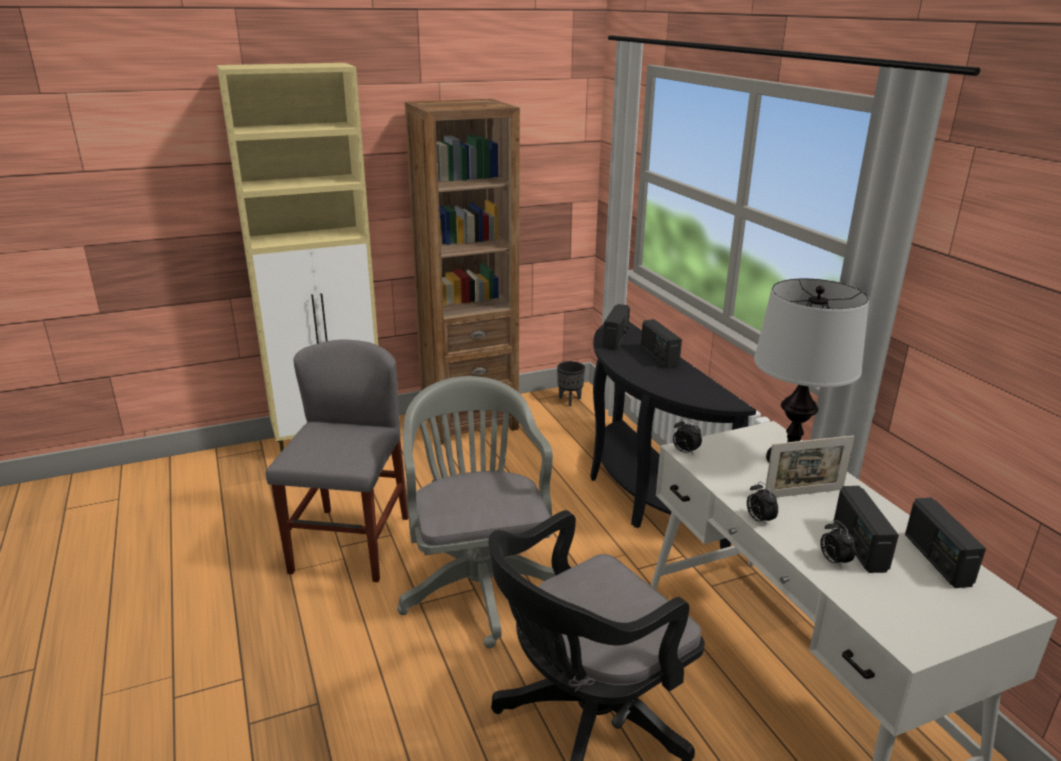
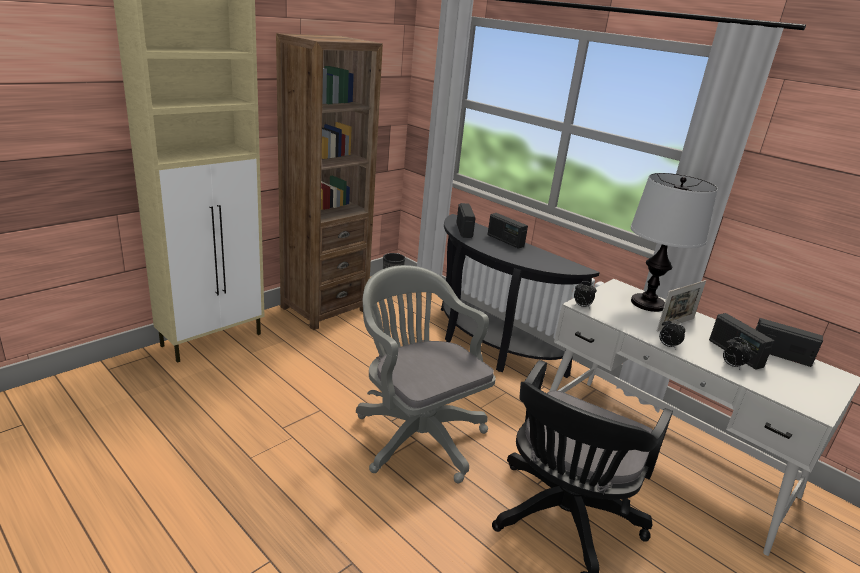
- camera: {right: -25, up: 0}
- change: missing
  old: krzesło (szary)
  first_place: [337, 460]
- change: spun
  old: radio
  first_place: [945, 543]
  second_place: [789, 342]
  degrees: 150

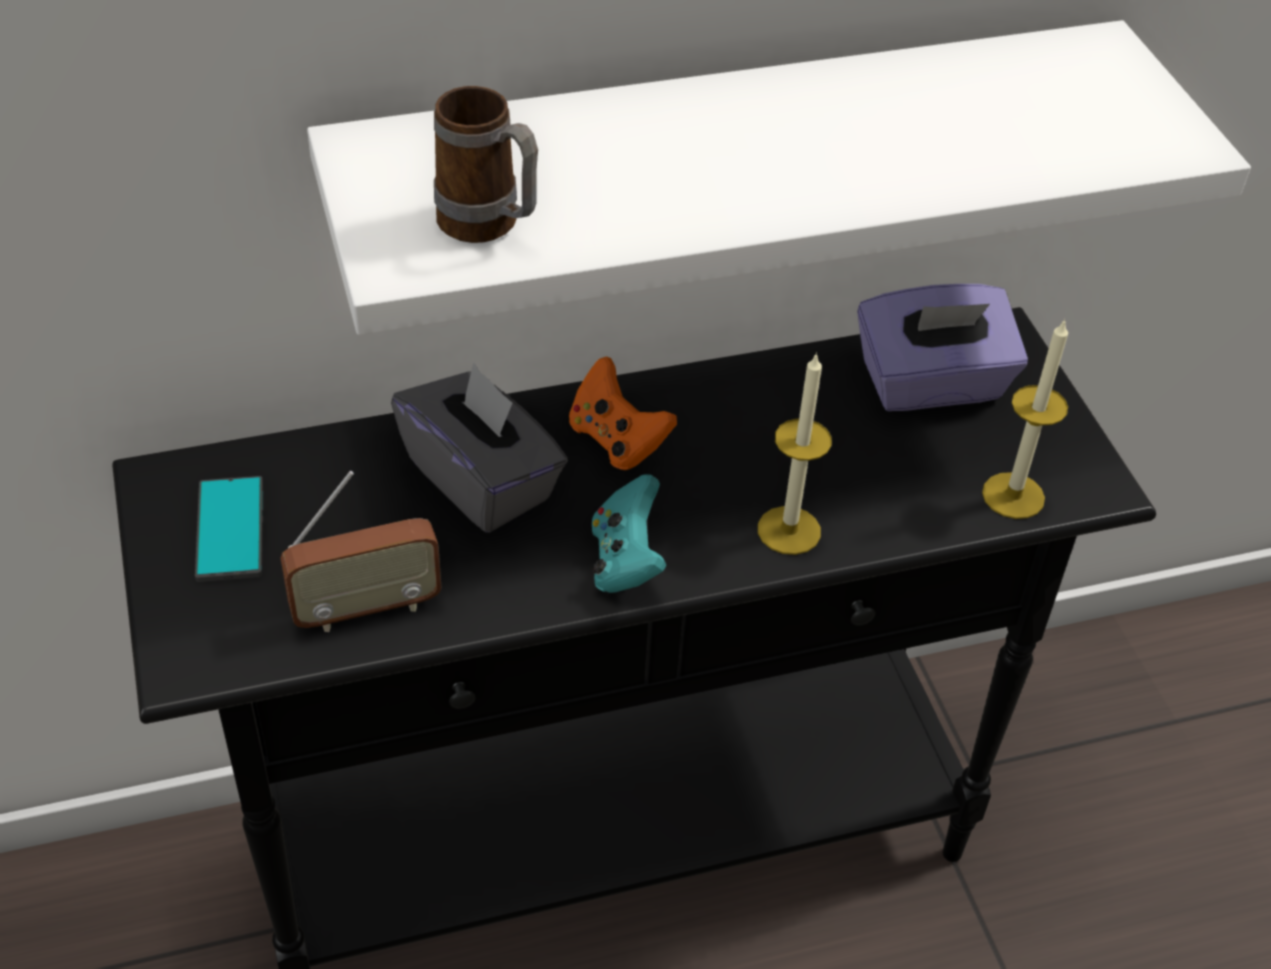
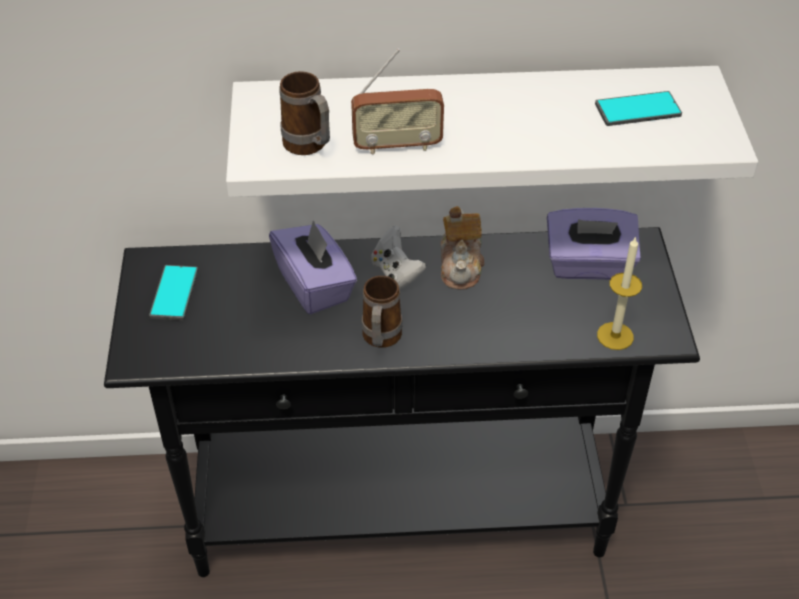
- camera: {right: 15, up: 0}
- change: relocated
  old: radio
  first_place: [361, 551]
  second_place: [397, 102]
- change: colour
  old: pudełko chusteczek (szary)
  new: pudełko chusteczek (fioletowy)
  first_place: [479, 447]
  second_place: [313, 267]
- change: colour
  old: pad do gier (pomarańczowy)
  new: pad do gier (biały)
  first_place: [623, 413]
  second_place: [398, 258]
- change: exchanged
  old: pad do gier (turkusowy)
  new: kubek
  first_place: [629, 533]
  second_place: [382, 312]
- change: missing
  old: świeca
  first_place: [795, 453]
- change: appeared
  new: imbryk
  second_place: [462, 248]
- change: appeared
  new: telefon
  second_place: [638, 108]

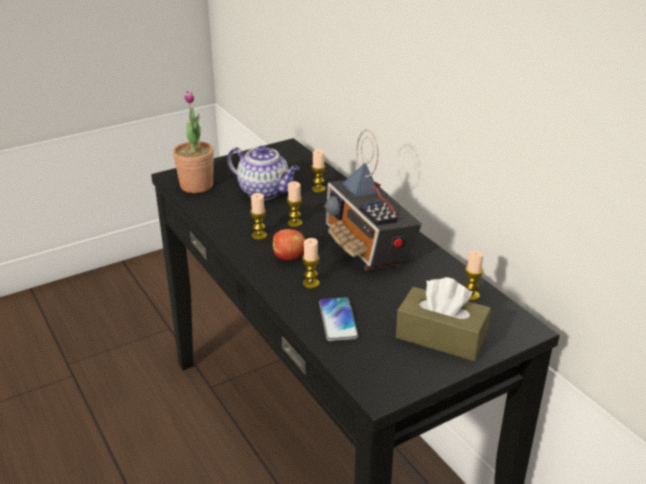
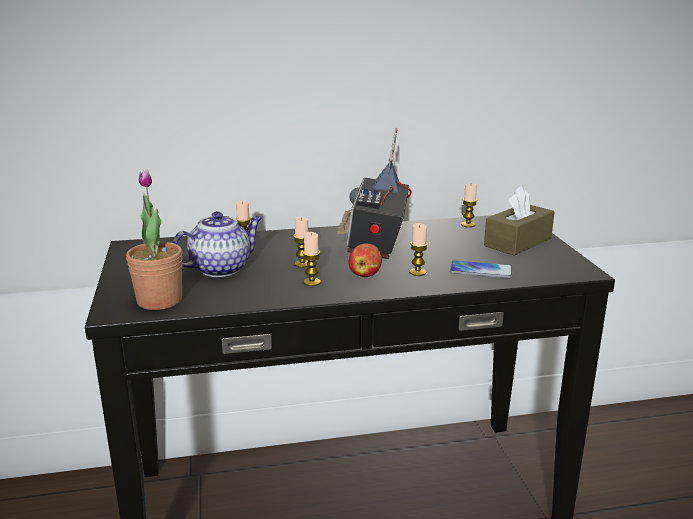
- camera: {right: -70, up: -10}
- change: spun
  old: radio
  first_place: [373, 200]
  second_place: [374, 193]
  degrees: 105

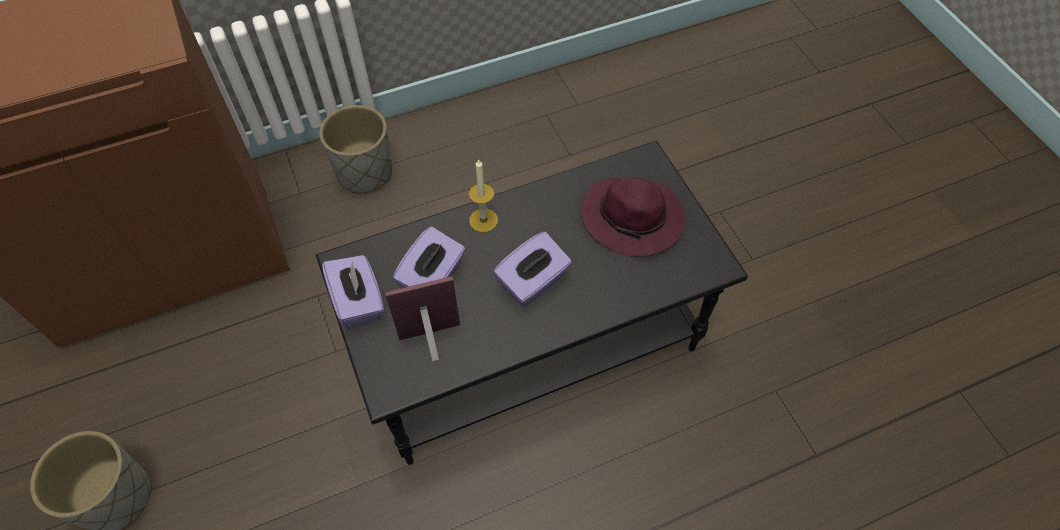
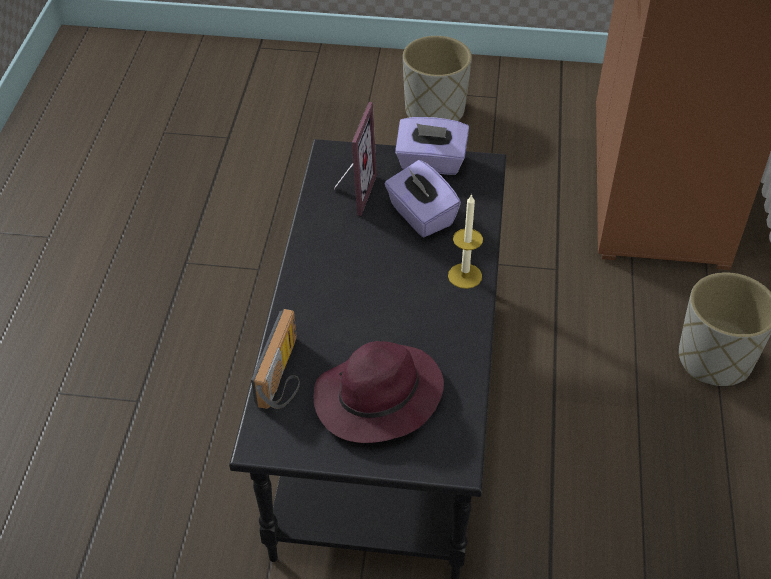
- camera: {right: 120, up: -10}
- change: missing
  old: pudełko chusteczek (fioletowy)
  first_place: [532, 269]
- change: appeared
  new: radio
  second_place: [275, 359]

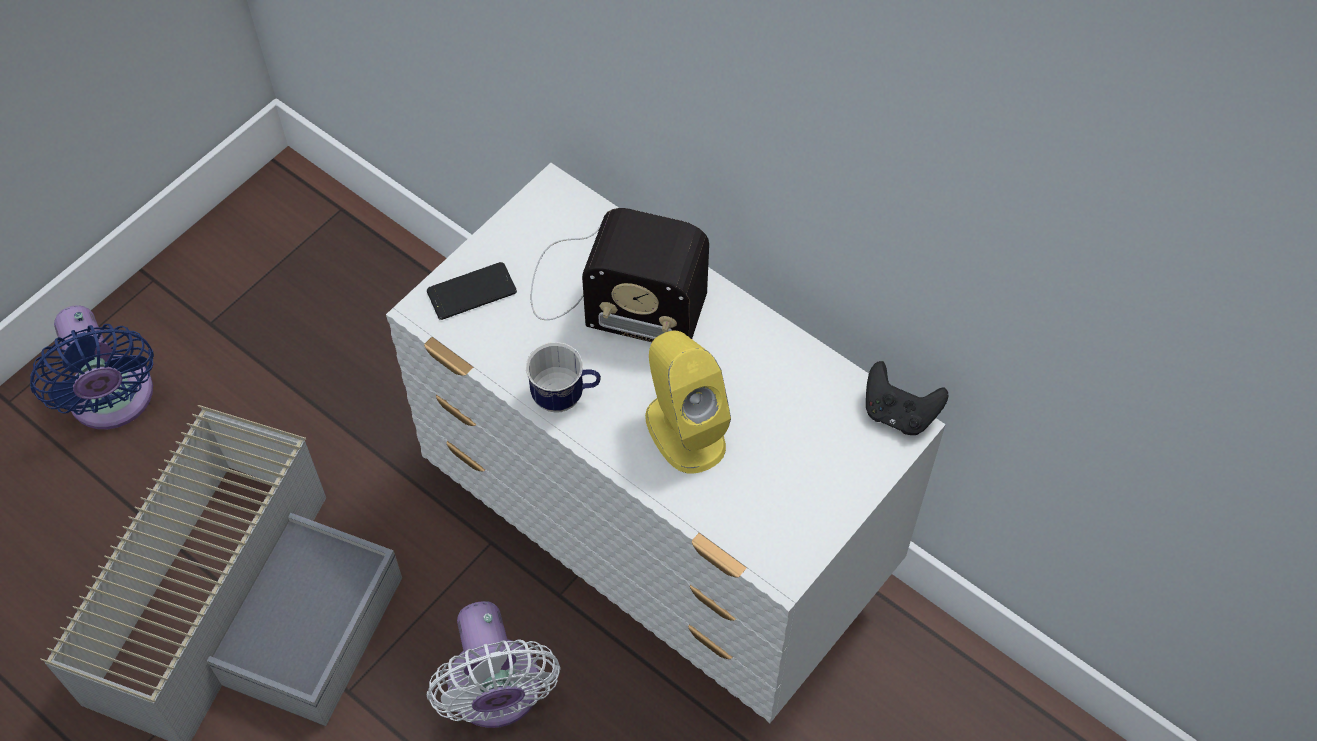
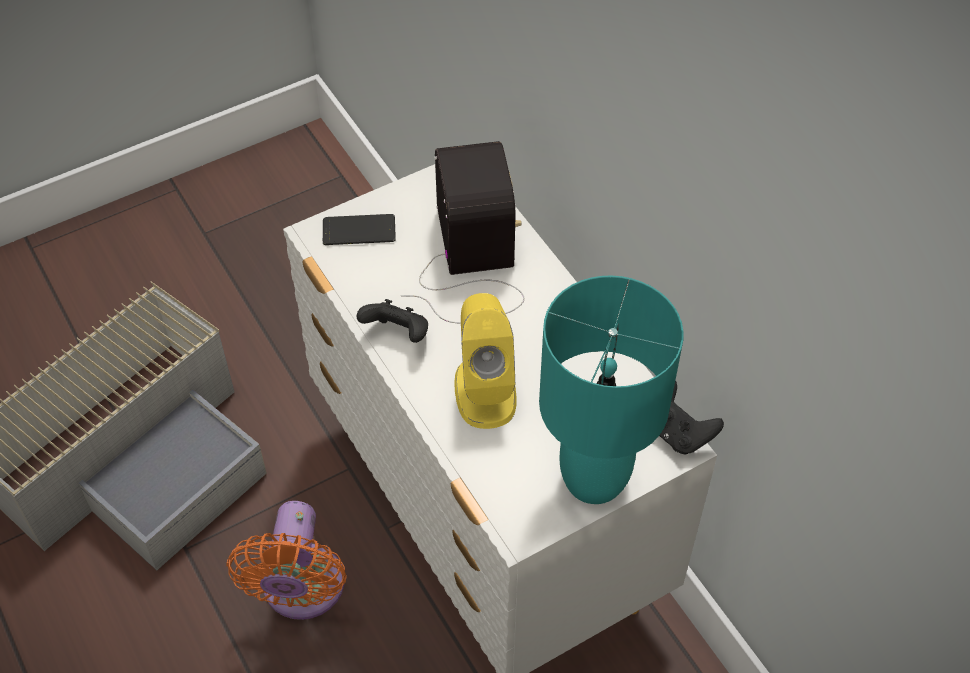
- camera: {right: 20, up: -5}
- change: missing
  old: wentylator (niebieski)
  first_place: [92, 367]
- change: colour
  old: wentylator (biały)
  new: wentylator (pomarańczowy)
  first_place: [493, 664]
  second_place: [287, 560]
- change: exchanged
  old: kubek
  new: pad do gier (czarny)
  first_place: [563, 377]
  second_place: [392, 321]
- change: spun
  old: radio
  first_place: [620, 275]
  second_place: [463, 232]
  degrees: -135
- change: appeared
  new: lampa stołowa (turkusowy)
  second_place: [611, 390]

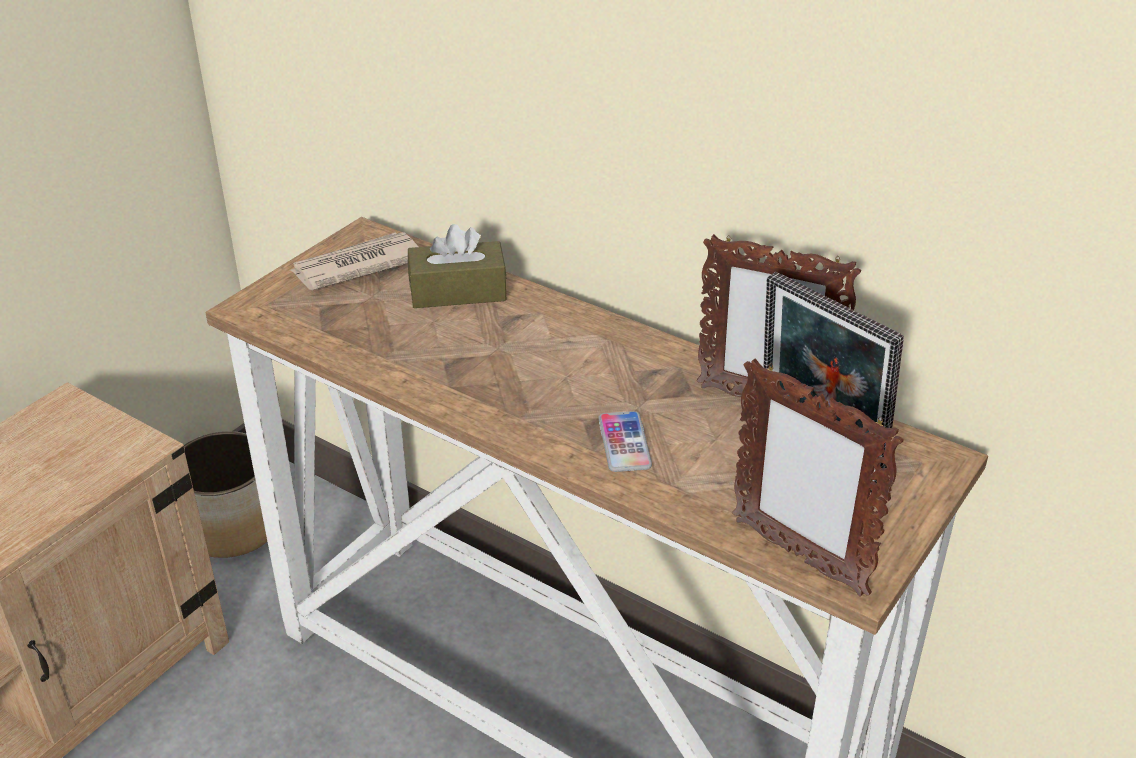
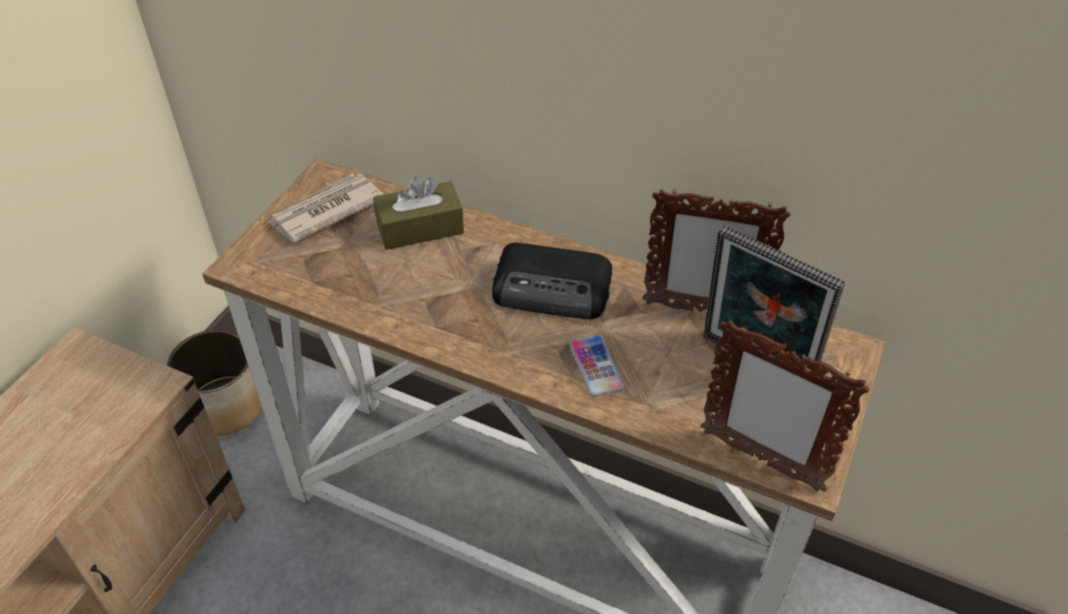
- camera: {right: -10, up: 10}
- change: appeared
  new: radio
  second_place: [552, 281]

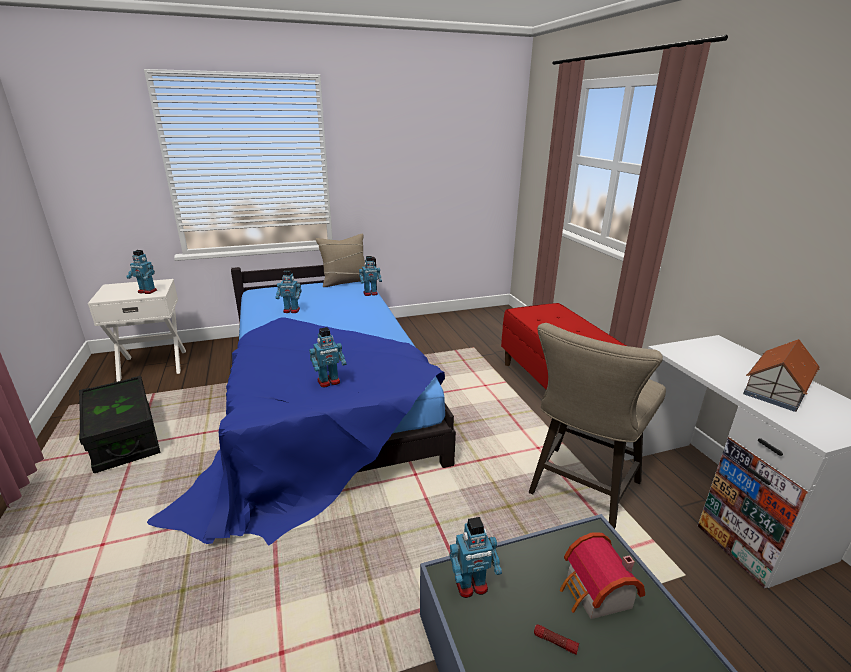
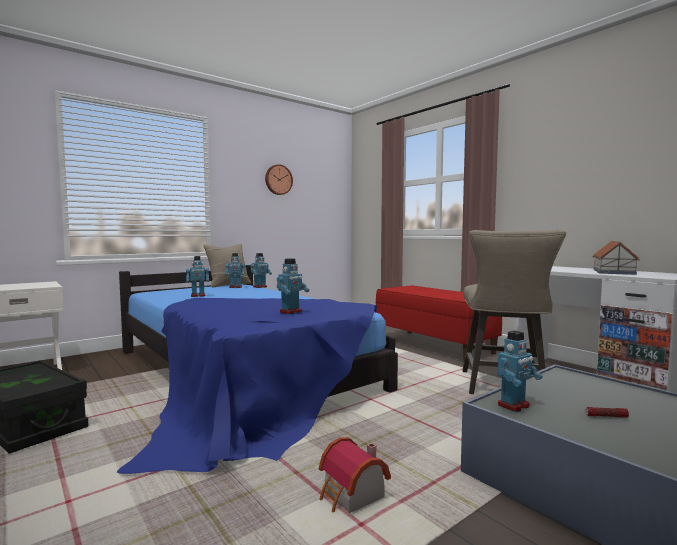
- camera: {right: -20, up: -20}
- change: relocated
  old: robot zabawkowy
  first_place: [141, 272]
  second_place: [235, 270]
- change: relocated
  old: domek
  first_place: [602, 576]
  second_place: [355, 475]
- change: appeared
  new: zegar ścienny
  second_place: [279, 179]

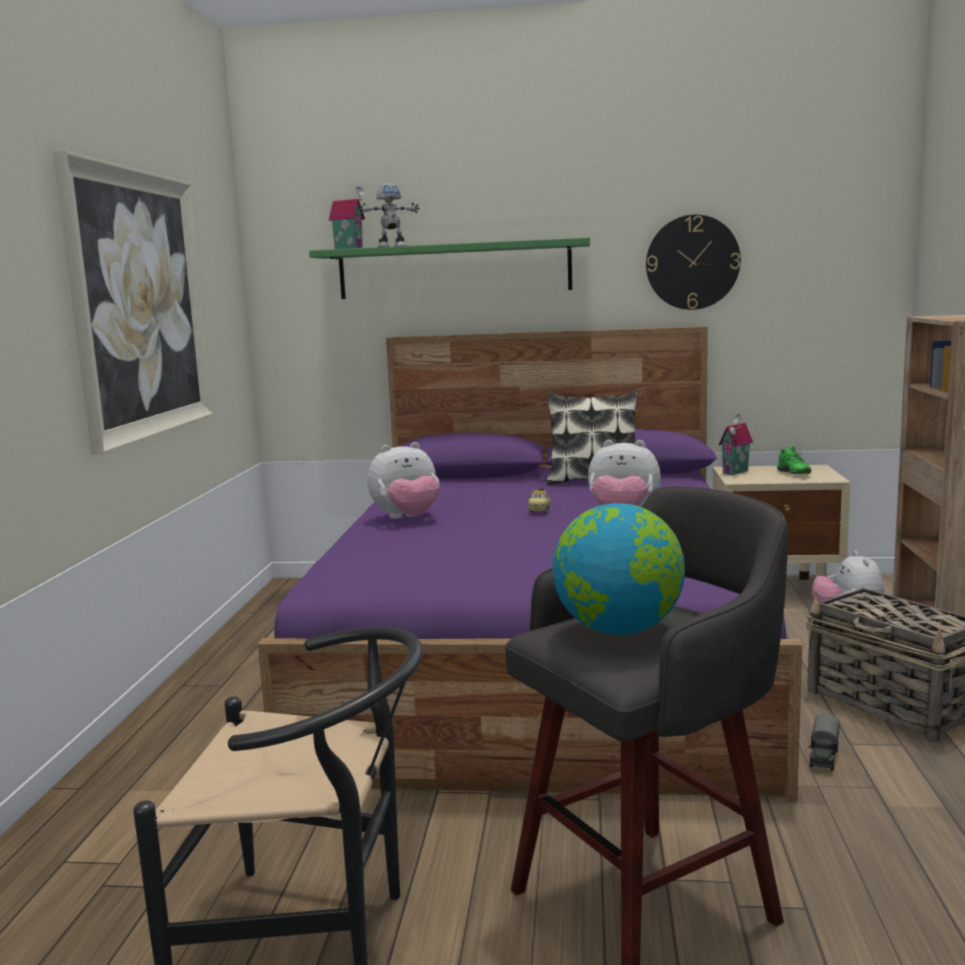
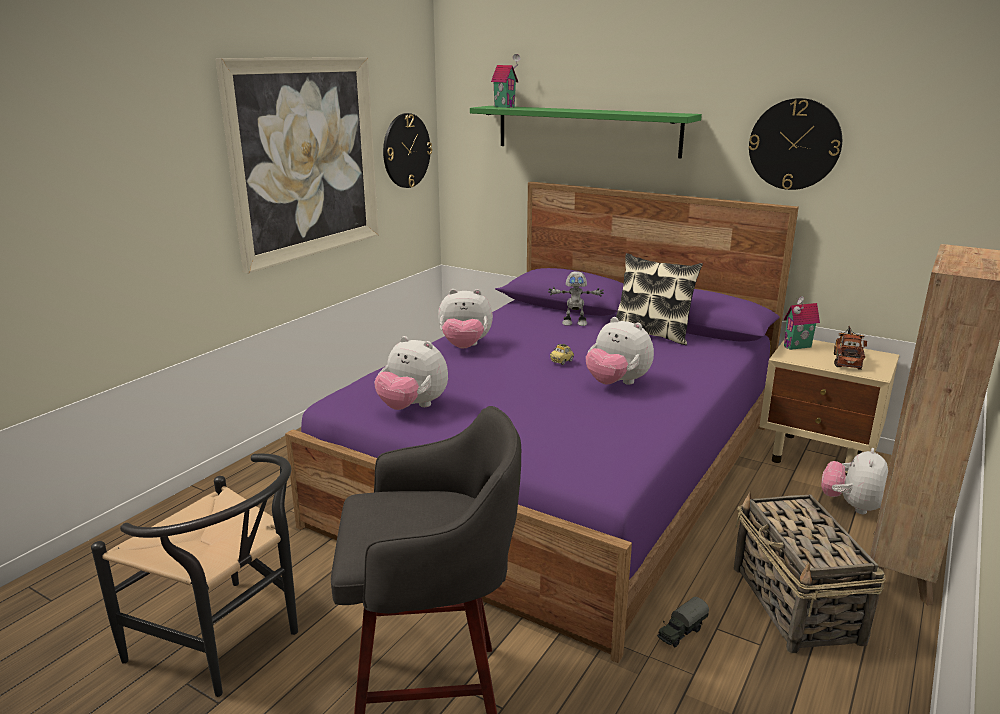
- camera: {right: 25, up: 10}
- change: relocated
  old: robot zabawkowy
  first_place: [388, 215]
  second_place: [576, 299]
- change: missing
  old: globus
  first_place: [618, 569]
- change: exchanged
  old: but (zielony)
  new: ciężarówka zabawkowa
  first_place: [794, 460]
  second_place: [850, 348]
- change: appeared
  new: pluszak
  second_place: [411, 373]
- change: appeared
  new: zegar ścienny
  second_place: [407, 150]

